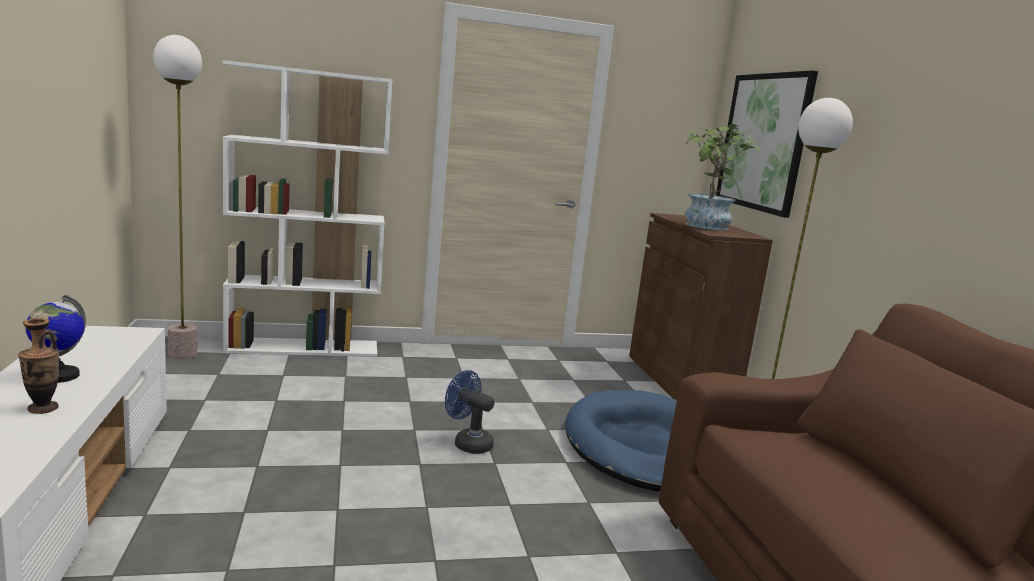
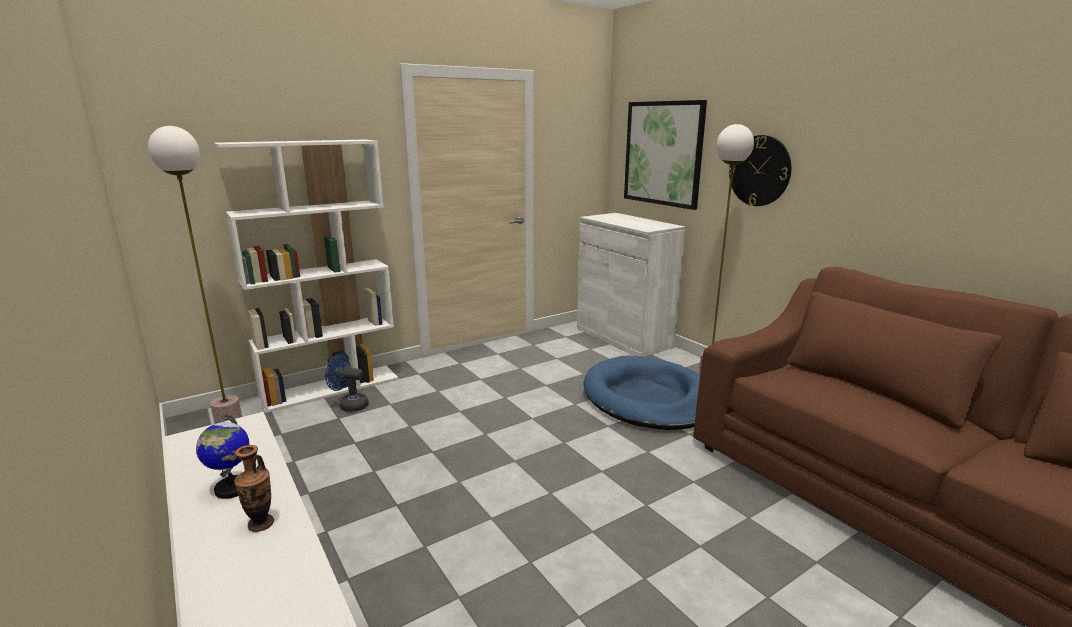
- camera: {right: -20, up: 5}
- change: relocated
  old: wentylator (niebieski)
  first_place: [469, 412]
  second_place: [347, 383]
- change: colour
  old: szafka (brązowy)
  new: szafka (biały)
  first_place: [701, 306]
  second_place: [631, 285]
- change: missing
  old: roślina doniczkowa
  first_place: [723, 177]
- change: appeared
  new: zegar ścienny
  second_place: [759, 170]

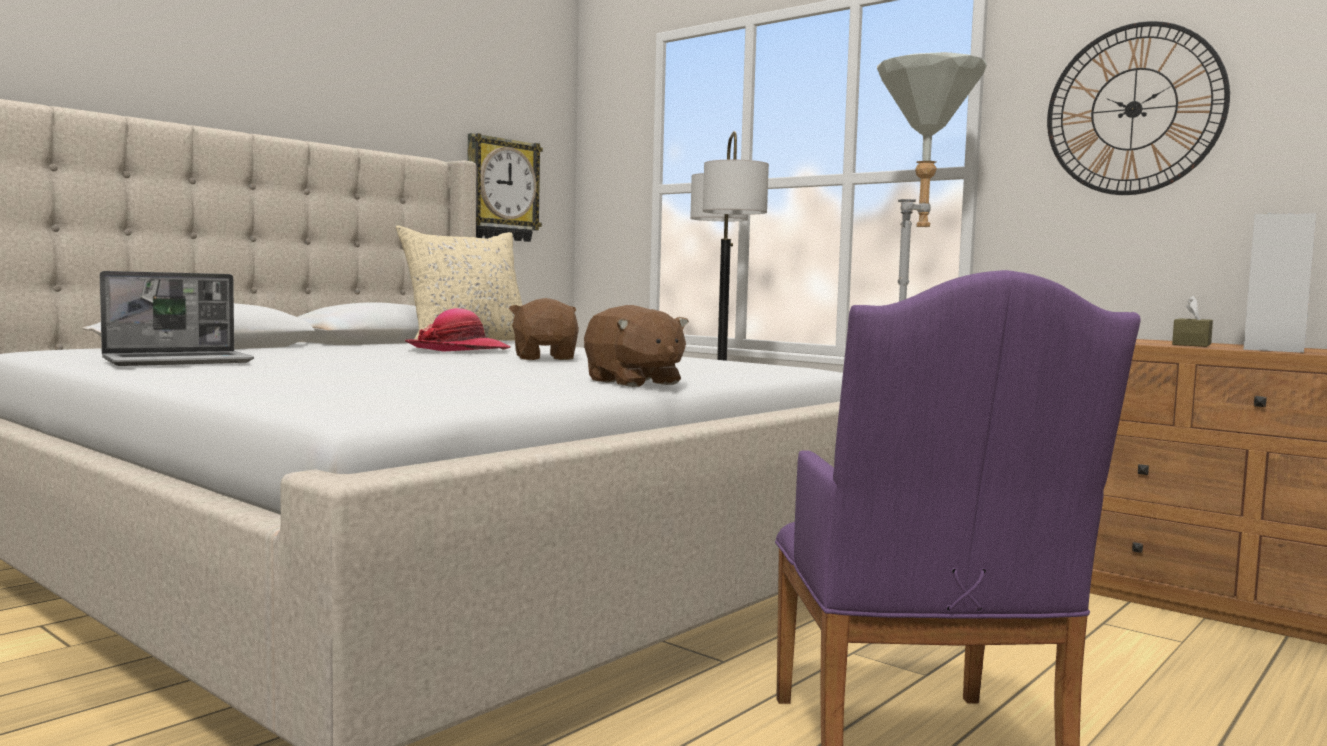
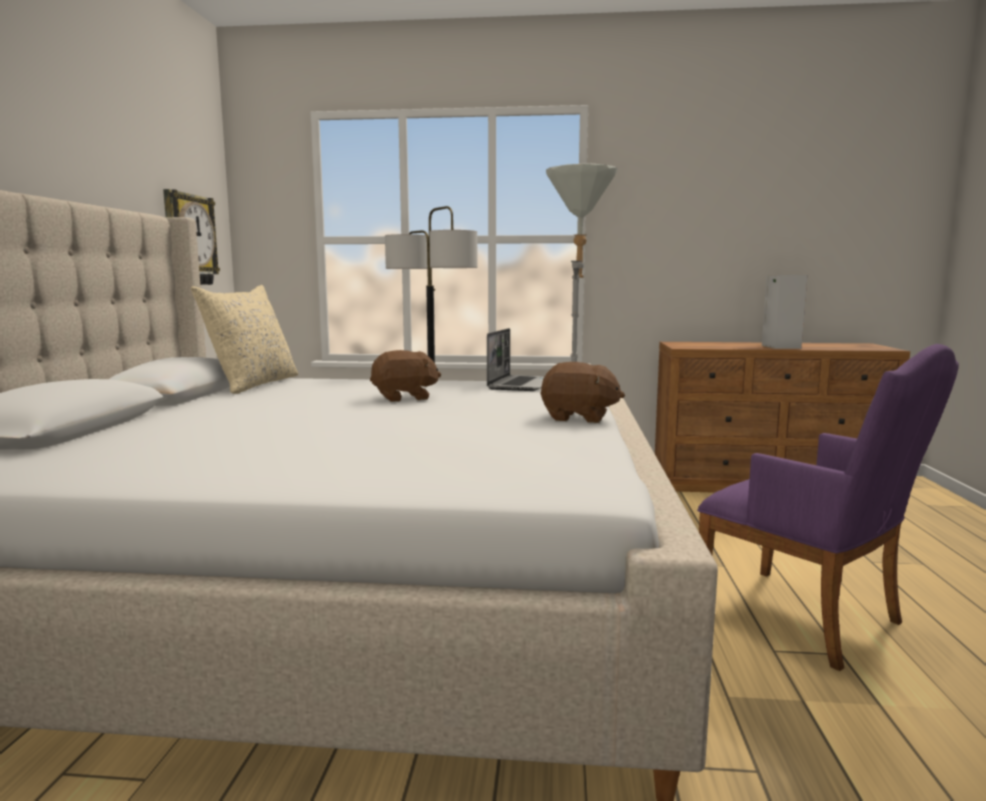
- camera: {right: -35, up: 5}
- change: relocated
  old: laptop
  first_place: [177, 318]
  second_place: [516, 359]
- change: missing
  old: kapelusz
  first_place: [458, 329]
- change: spun
  old: pluszak (brązowy)
  first_place: [544, 329]
  second_place: [405, 376]
  degrees: 120
- change: missing
  old: zegar ścienny
  first_place: [1138, 108]
- change: missing
  old: pudełko chusteczek (brązowy)
  first_place: [1192, 321]

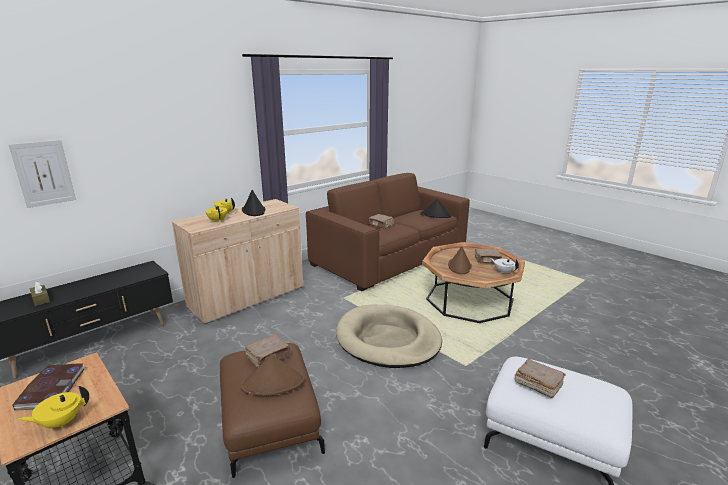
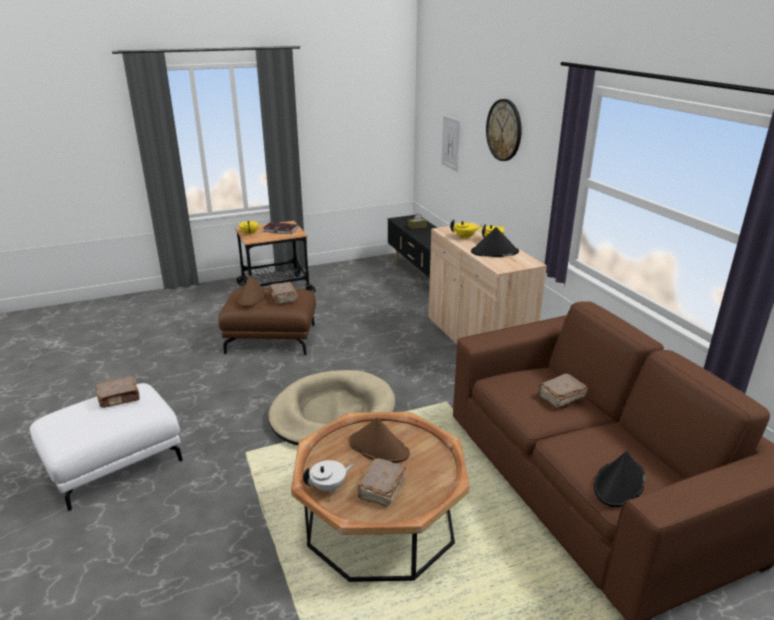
- camera: {right: 110, up: 5}
- change: appeared
  new: zegar ścienny
  second_place: [504, 130]

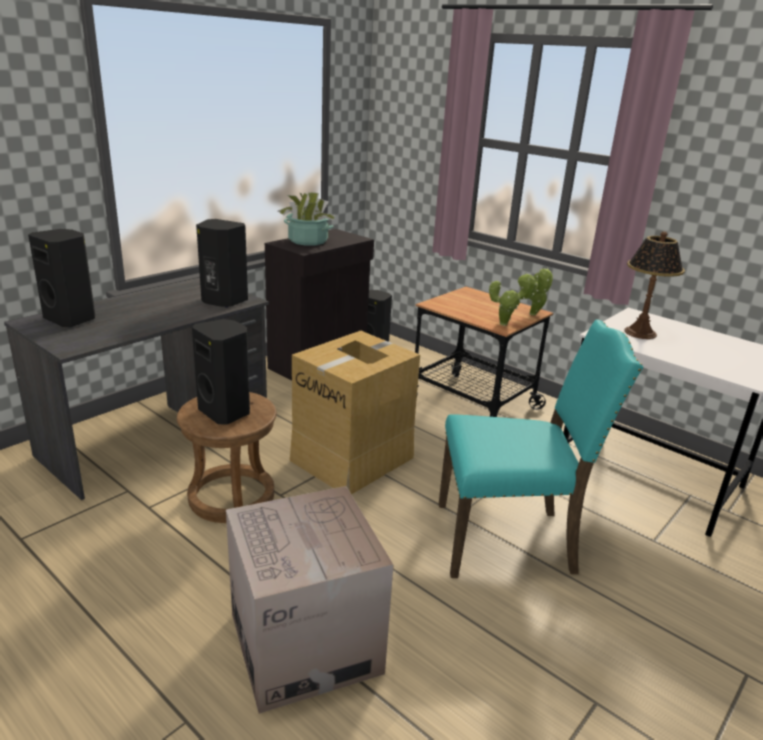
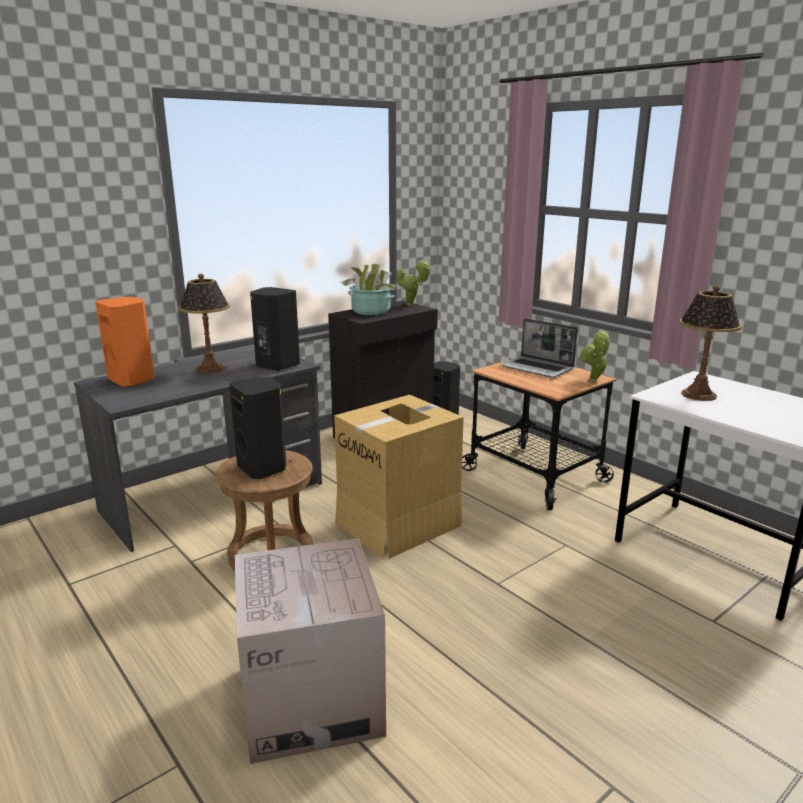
- camera: {right: 10, up: -5}
- change: colour
  old: głośnik (czarny)
  new: głośnik (pomarańczowy)
  first_place: [61, 278]
  second_place: [125, 342]
- change: missing
  old: krzesło (turkusowy)
  first_place: [541, 449]
- change: relocated
  old: roślina doniczkowa
  first_place: [513, 299]
  second_place: [413, 282]
- change: appeared
  new: lampa stołowa
  second_place: [204, 323]
- change: appeared
  new: laptop
  second_place: [539, 348]

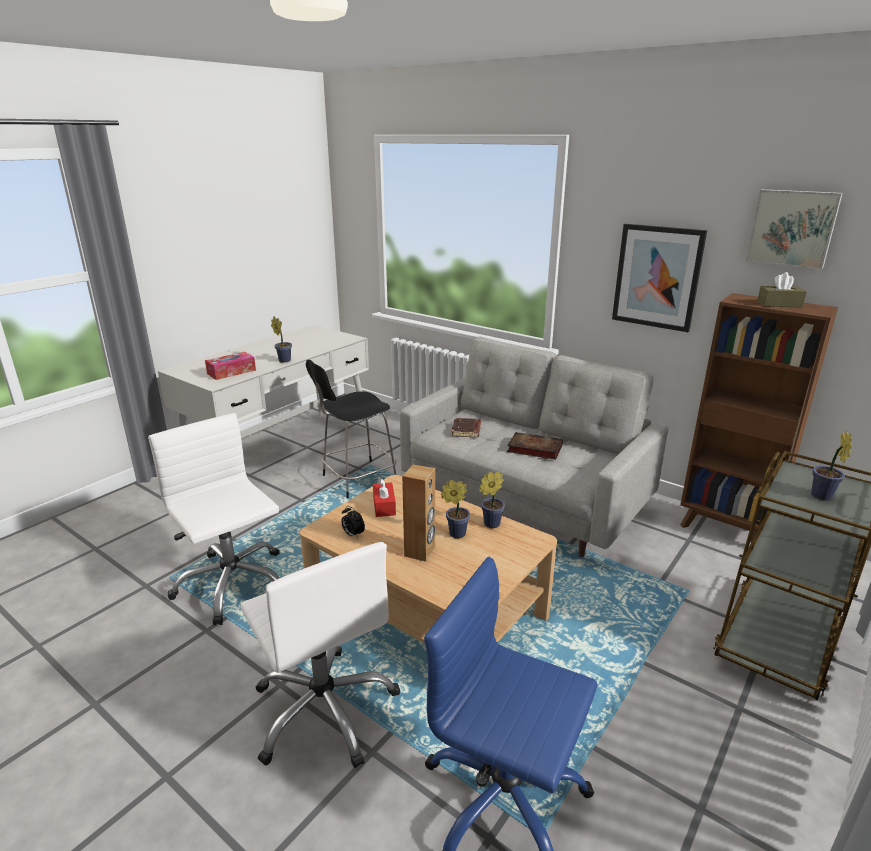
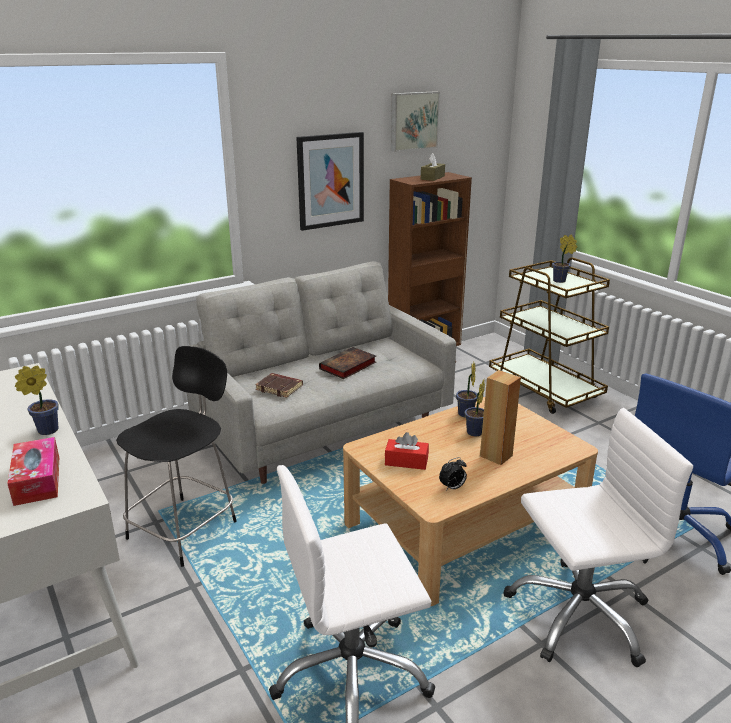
- camera: {right: -70, up: 0}
- change: spun
  old: krzesło (czarny)
  first_place: [351, 429]
  second_place: [176, 456]
  degrees: -135

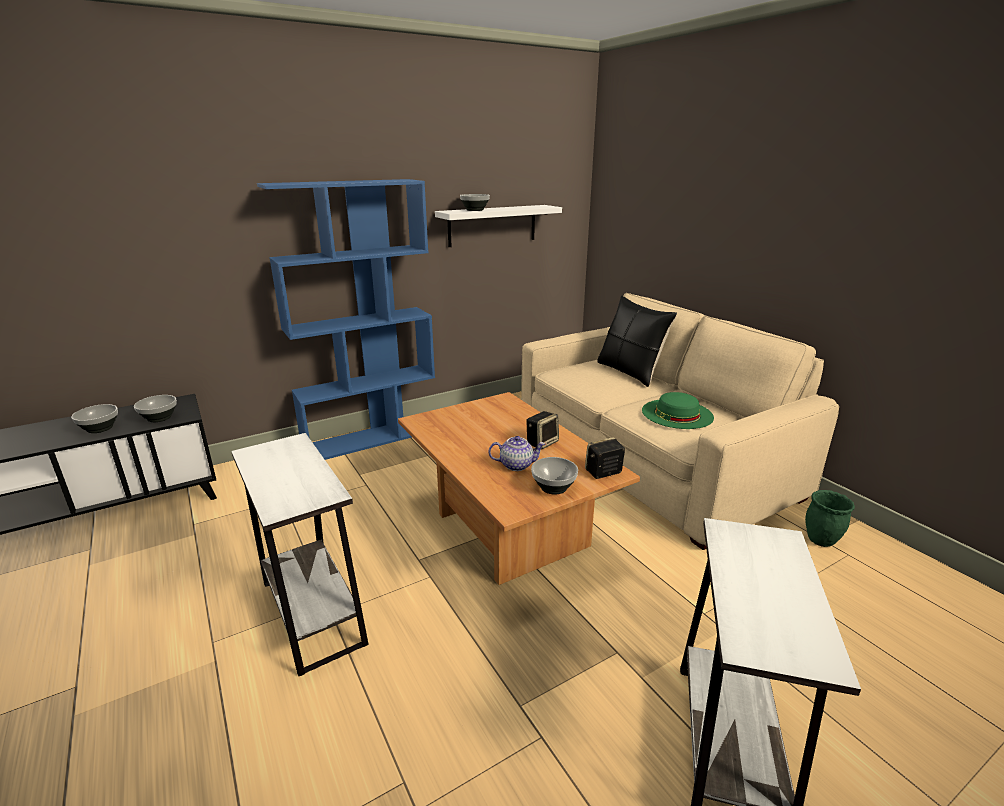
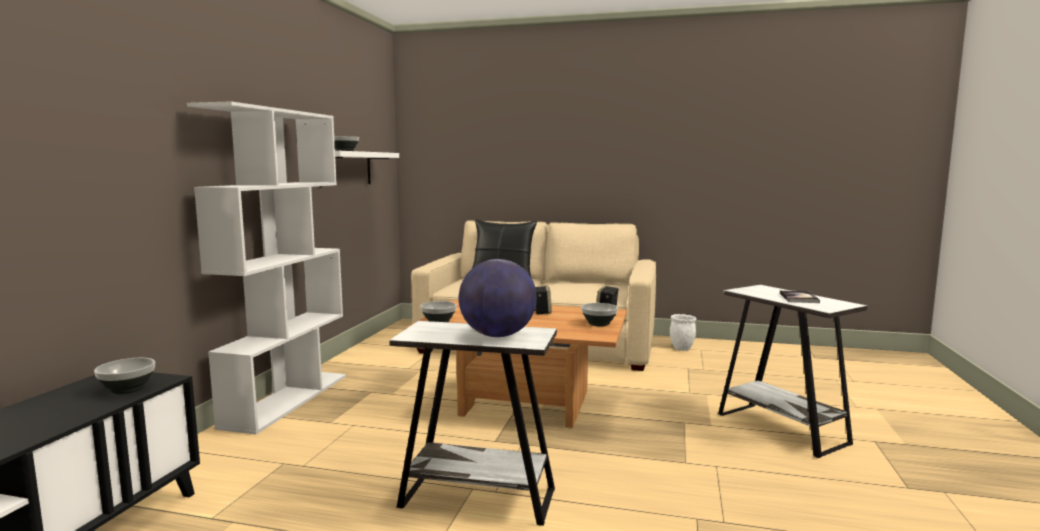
- camera: {right: -45, up: -15}
- change: relocated
  old: miska
  first_place: [94, 418]
  second_place: [438, 311]
- change: colour
  old: regał (niebieski)
  new: regał (biały)
  first_place: [346, 319]
  second_place: [266, 268]
- change: missing
  old: imbryk
  first_place: [517, 453]
- change: missing
  old: kapelusz (zielony)
  first_place: [678, 410]
- change: colour
  old: donica (zielony)
  new: donica (biały)
  first_place: [830, 518]
  second_place: [683, 332]
- change: appeared
  new: globus
  second_place: [498, 298]
- change: appeared
  new: książka
  second_place: [800, 296]

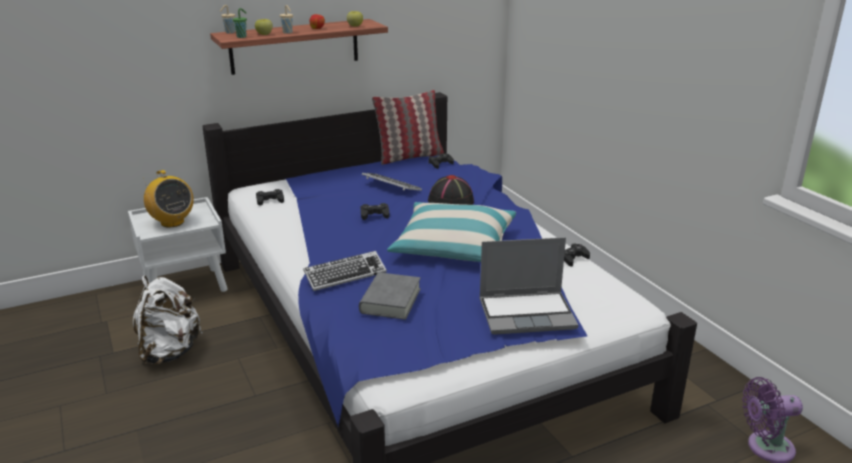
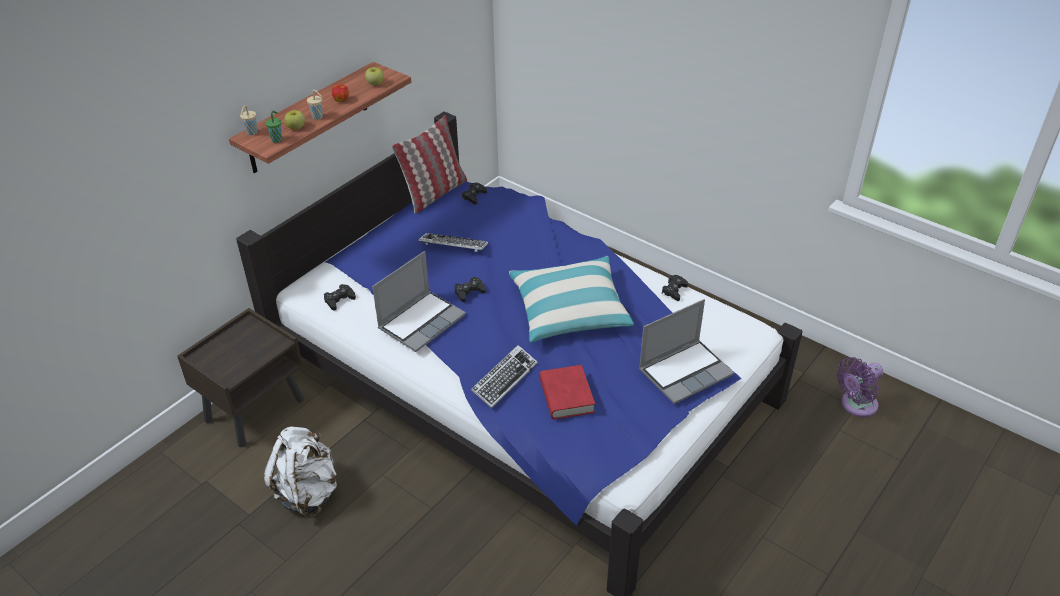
- camera: {right: -25, up: 15}
- change: colour
  old: szafka nocna (biały)
  new: szafka nocna (brązowy)
  first_place: [178, 244]
  second_place: [240, 377]
- change: missing
  old: radio
  first_place: [168, 198]
- change: colour
  old: książka (szary)
  new: książka (czerwony)
  first_place: [390, 296]
  second_place: [567, 392]
- change: missing
  old: kapelusz (czarny)
  first_place: [451, 190]
- change: appeared
  new: laptop
  second_place: [419, 301]

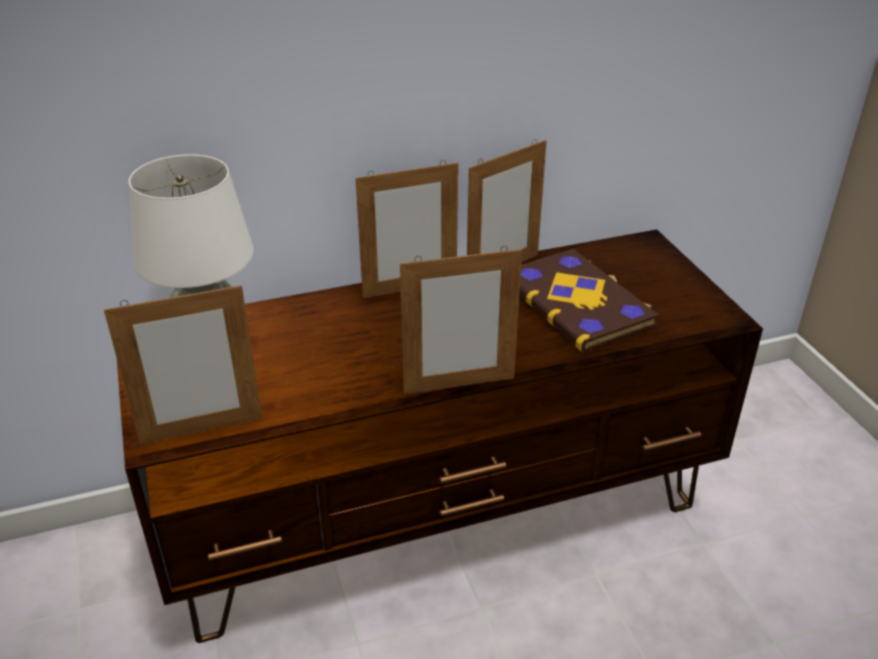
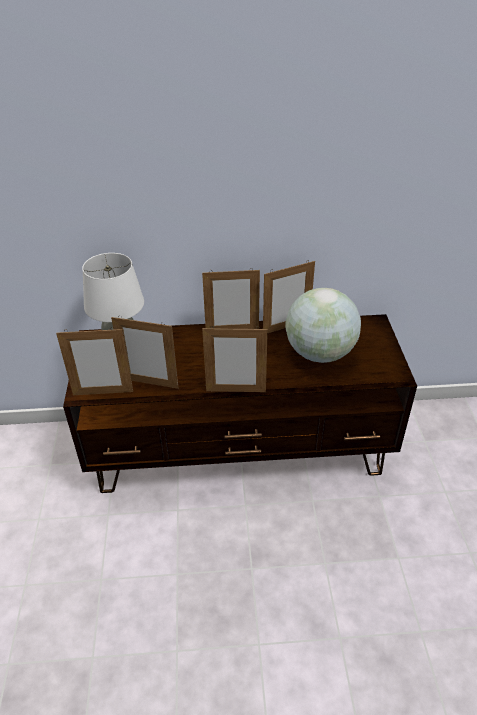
- camera: {right: 15, up: 5}
- change: exchanged
  old: książka
  new: globus
  first_place: [589, 300]
  second_place: [323, 325]
- change: appeared
  new: ramka na zdjęcie
  second_place: [144, 352]

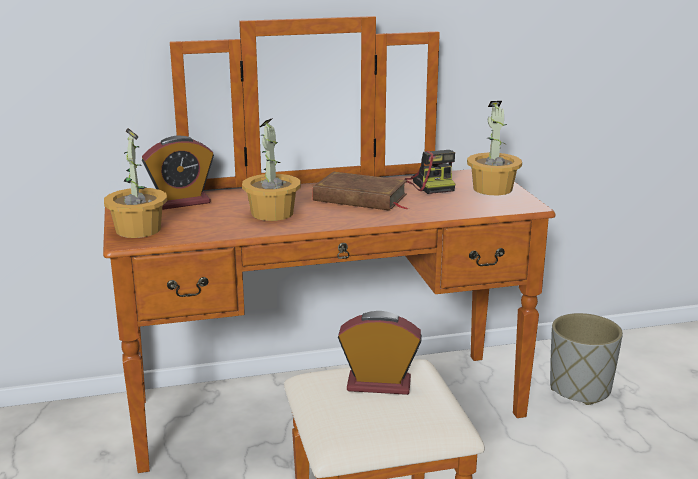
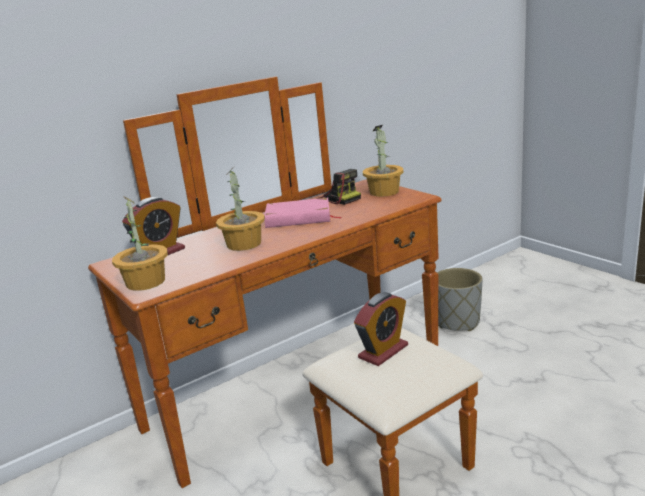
- camera: {right: -20, up: 0}
- change: colour
  old: książka (brązowy)
  new: książka (różowy)
  first_place: [360, 191]
  second_place: [302, 213]
- change: spun
  old: budzik
  first_place: [380, 353]
  second_place: [381, 329]
  degrees: 150

